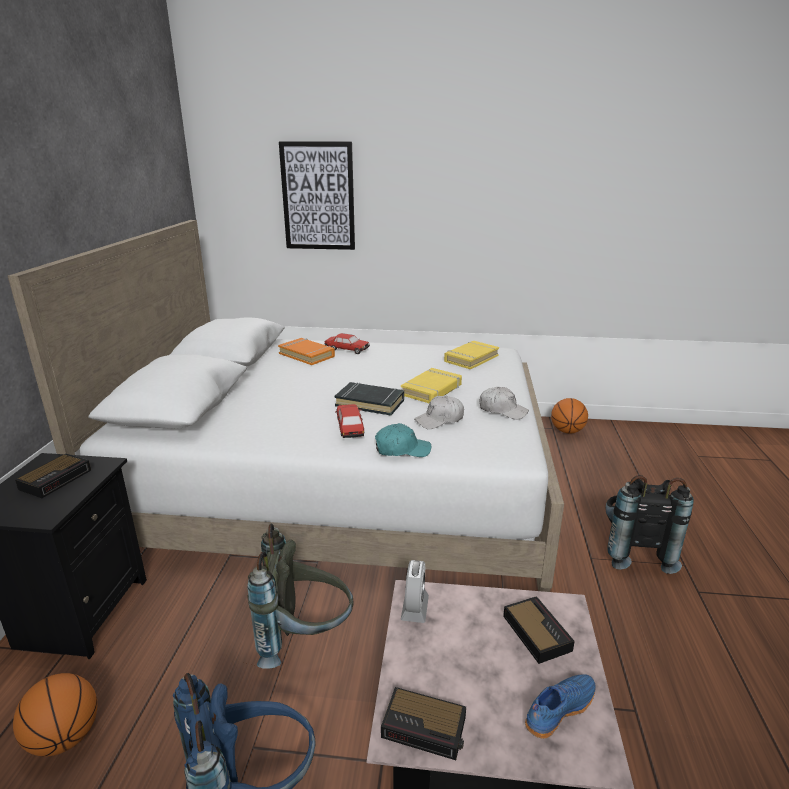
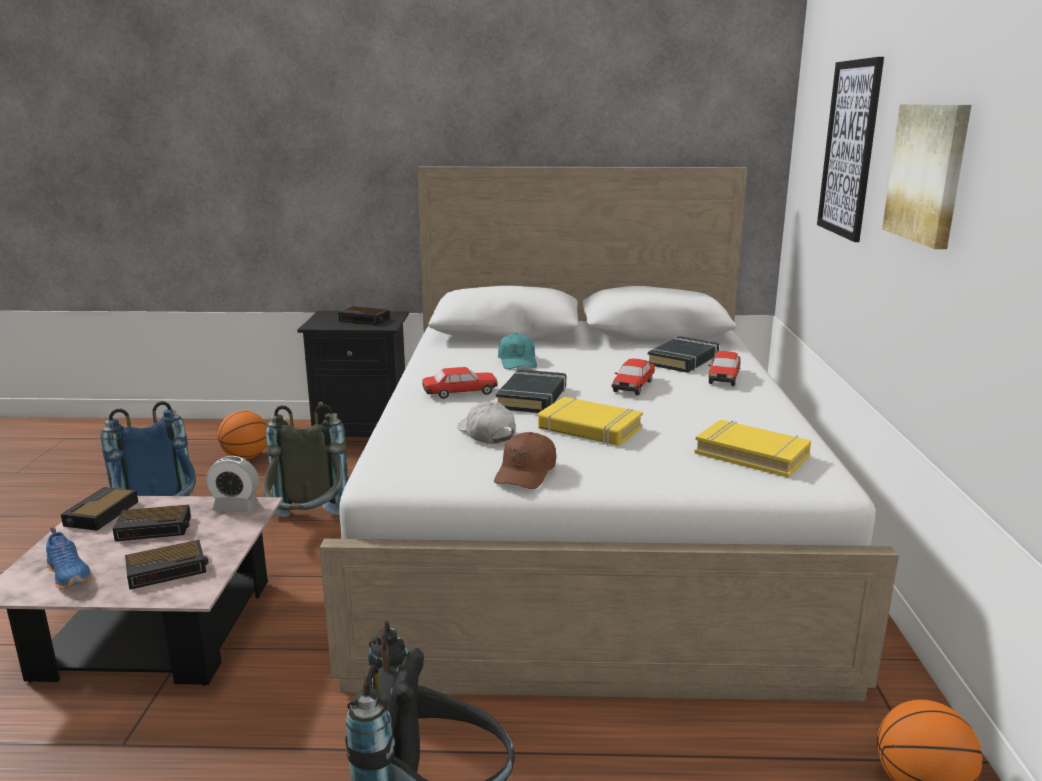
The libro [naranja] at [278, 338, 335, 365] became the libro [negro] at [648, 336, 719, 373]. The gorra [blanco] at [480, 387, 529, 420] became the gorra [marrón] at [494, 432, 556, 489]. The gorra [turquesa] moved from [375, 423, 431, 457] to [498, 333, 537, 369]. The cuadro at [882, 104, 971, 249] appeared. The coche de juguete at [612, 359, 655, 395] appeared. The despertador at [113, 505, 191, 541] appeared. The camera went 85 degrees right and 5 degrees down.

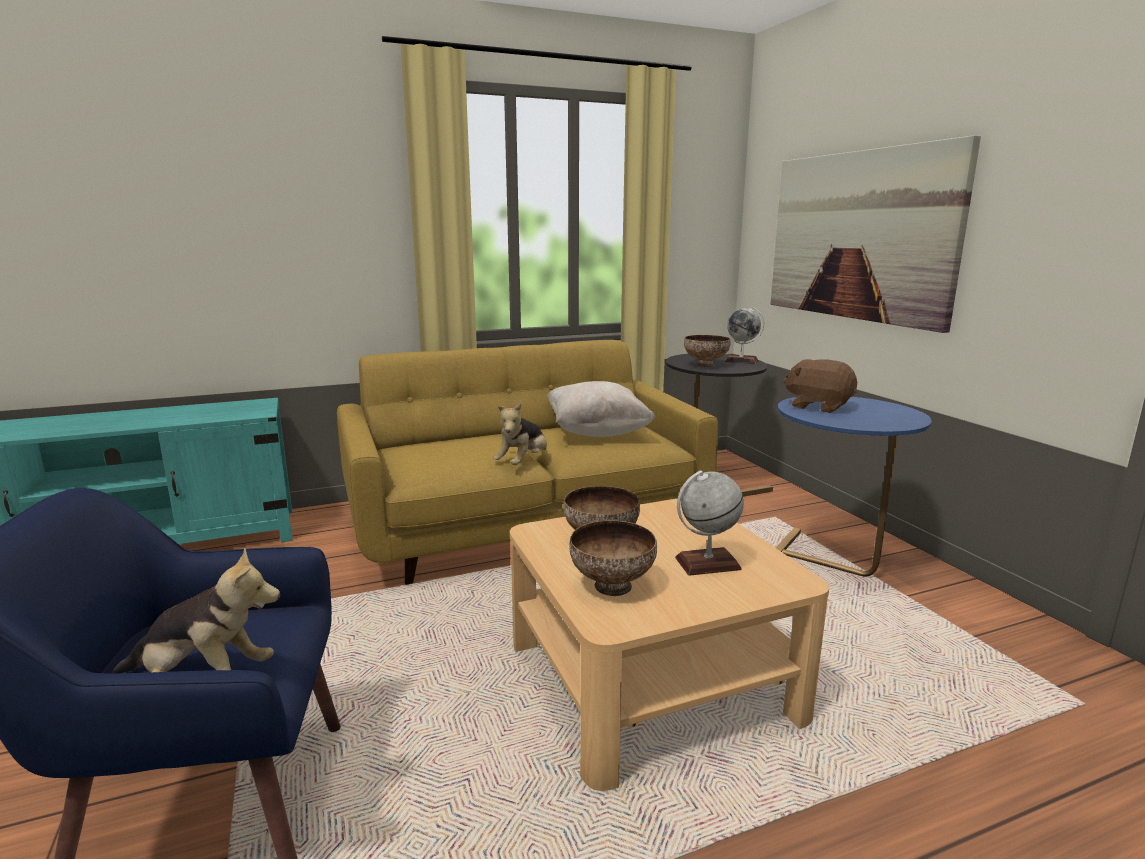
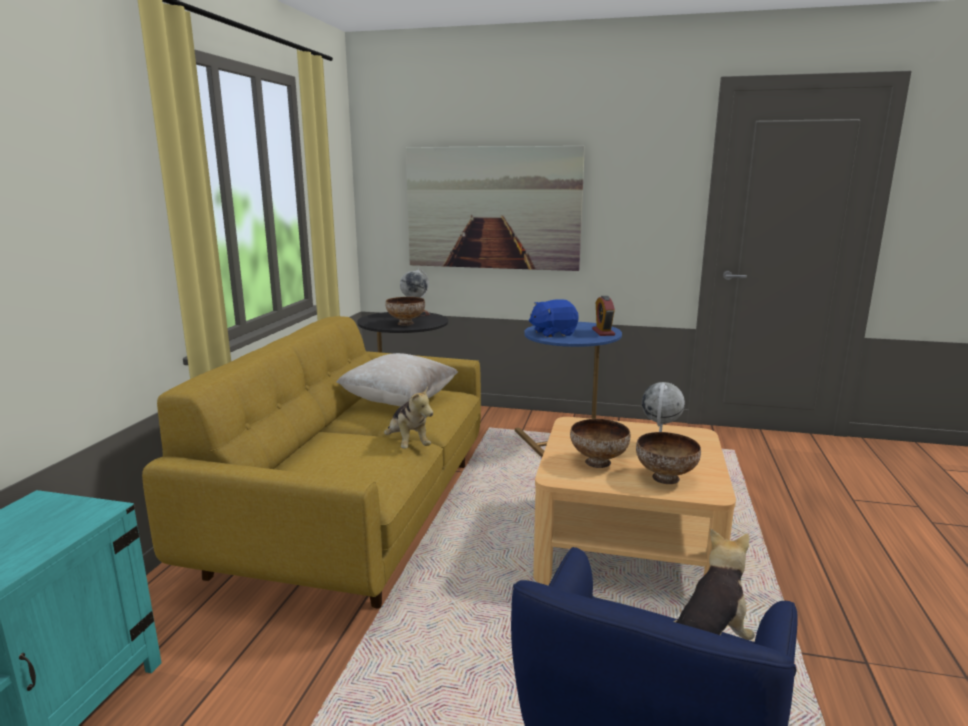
The peluche [marrón] at [783, 359, 857, 413] became the peluche [azul] at [529, 299, 579, 337]. The despertador at [592, 296, 615, 336] appeared. The camera went 55 degrees left and 0 degrees up.

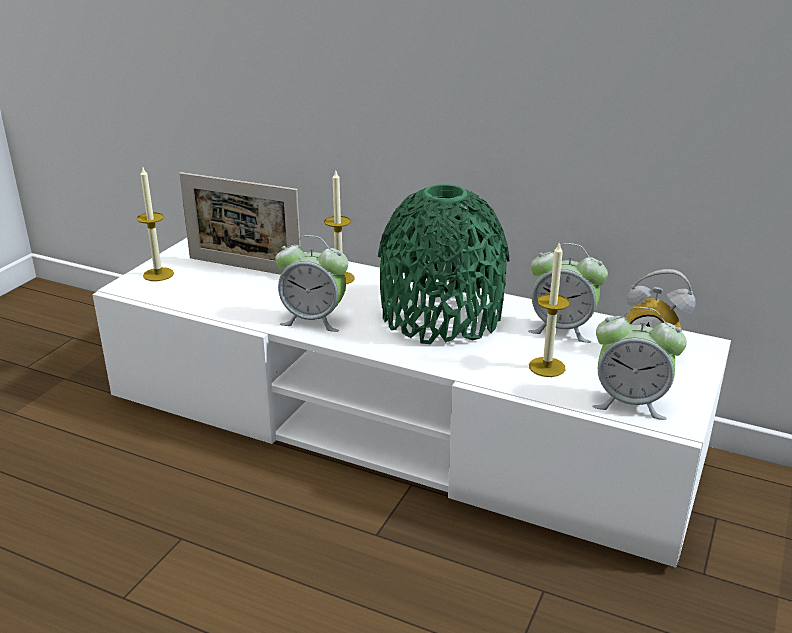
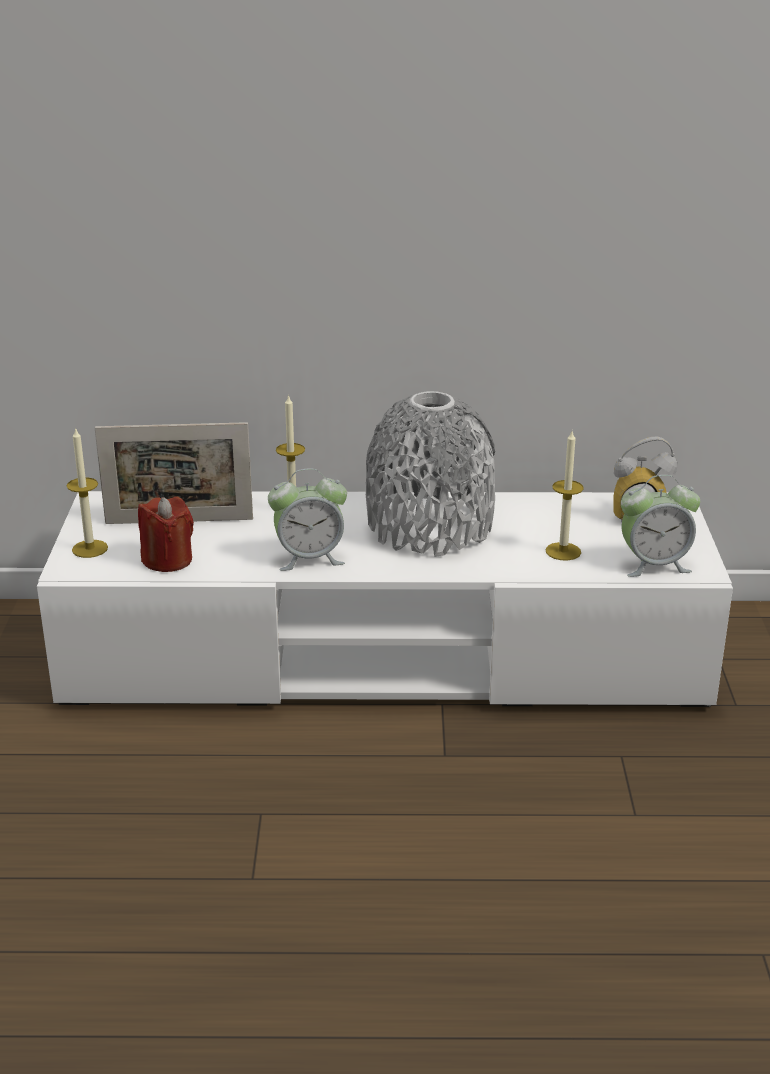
The florero [verde] at [378, 184, 510, 344] became the florero [gris] at [366, 391, 495, 557]. The despertador at [528, 243, 608, 343] disappeared. The vela [rojo] at [138, 496, 194, 572] appeared. The camera went 25 degrees left and 0 degrees up.

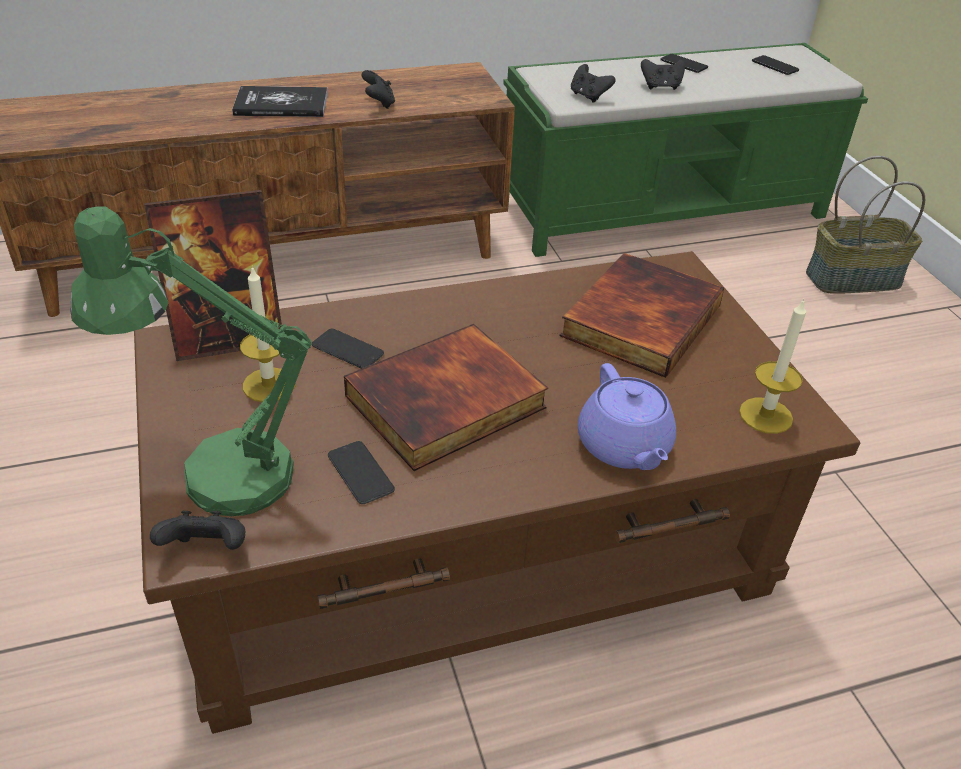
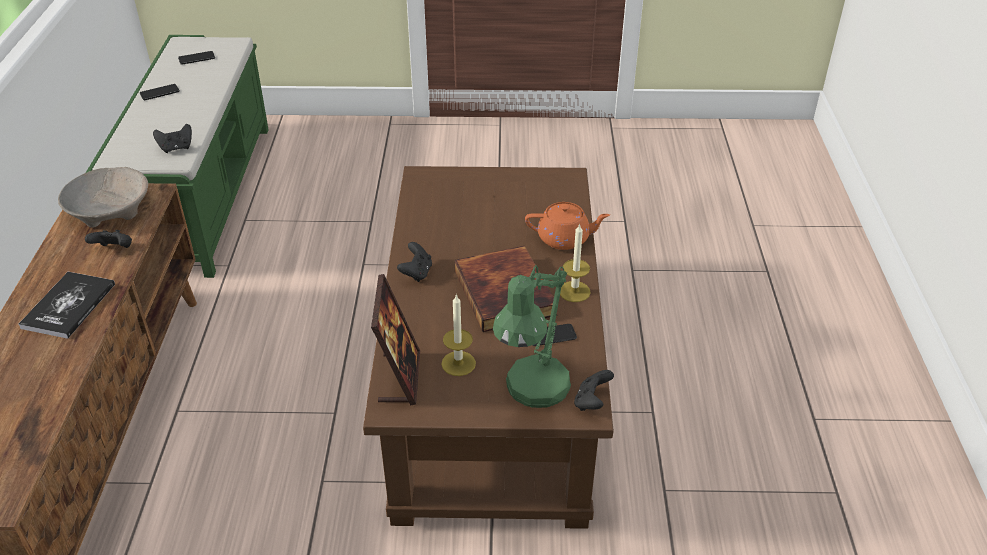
The mando de consola [negro] moved from [641, 59, 685, 90] to [397, 242, 432, 282]. The cesta at [806, 156, 925, 294] disappeared. The libro at [559, 253, 724, 378] disappeared. The vela moved from [739, 299, 806, 434] to [560, 223, 591, 302]. The móvil at [312, 329, 384, 369] disappeared. The tetera [morado] at [578, 363, 676, 470] became the tetera [naranja] at [525, 202, 610, 250]. The cuenco [beis] at [58, 167, 148, 228] appeared. The camera went 70 degrees left and 0 degrees up.

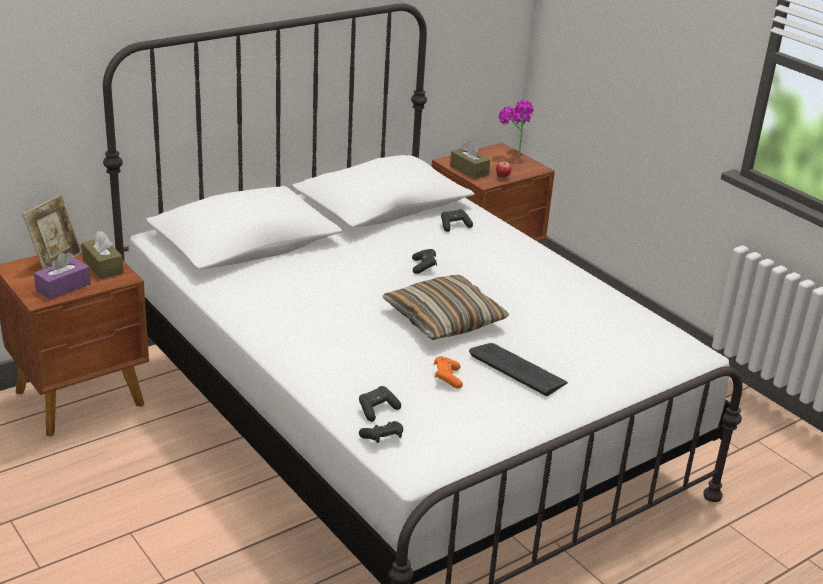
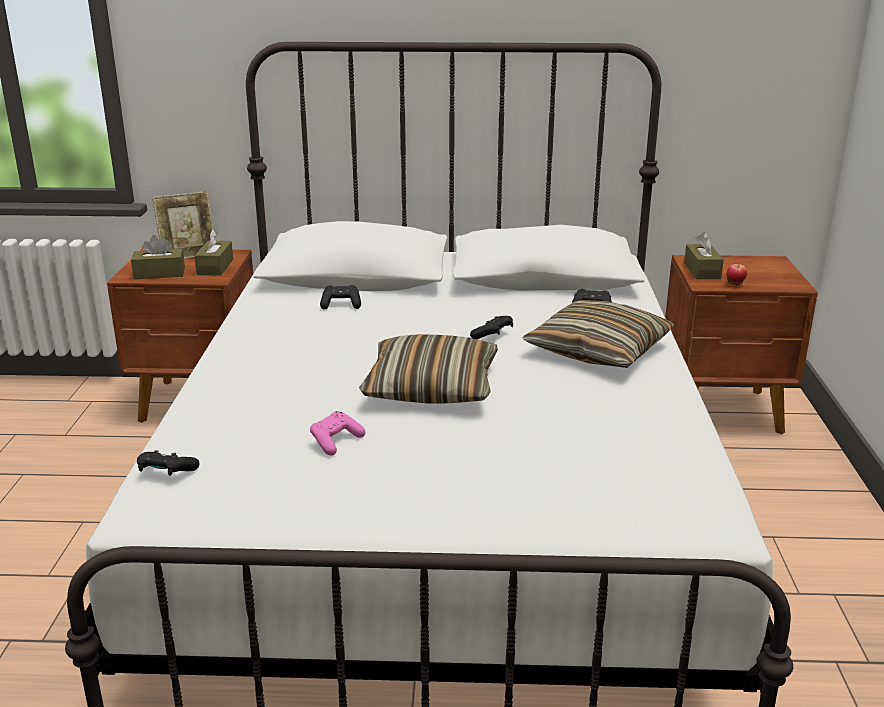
The planta en maceta at [499, 100, 534, 158] disappeared. The caja de pañuelos [morado] at [34, 252, 91, 300] became the caja de pañuelos [marrón] at [131, 235, 185, 279]. The teclado at [469, 343, 568, 396] disappeared. The mando de consola [naranja] at [434, 356, 463, 389] became the mando de consola [rosa] at [310, 411, 365, 456]. The mando de consola [negro] moved from [359, 386, 401, 422] to [320, 285, 361, 310]. The cojín at [523, 300, 674, 368] appeared. The camera went 40 degrees right and 5 degrees down.

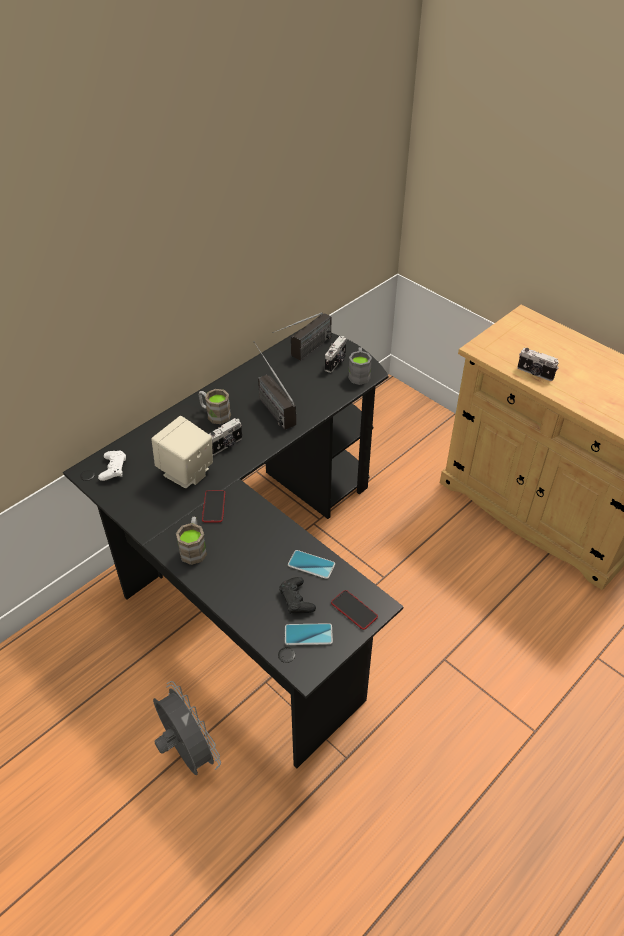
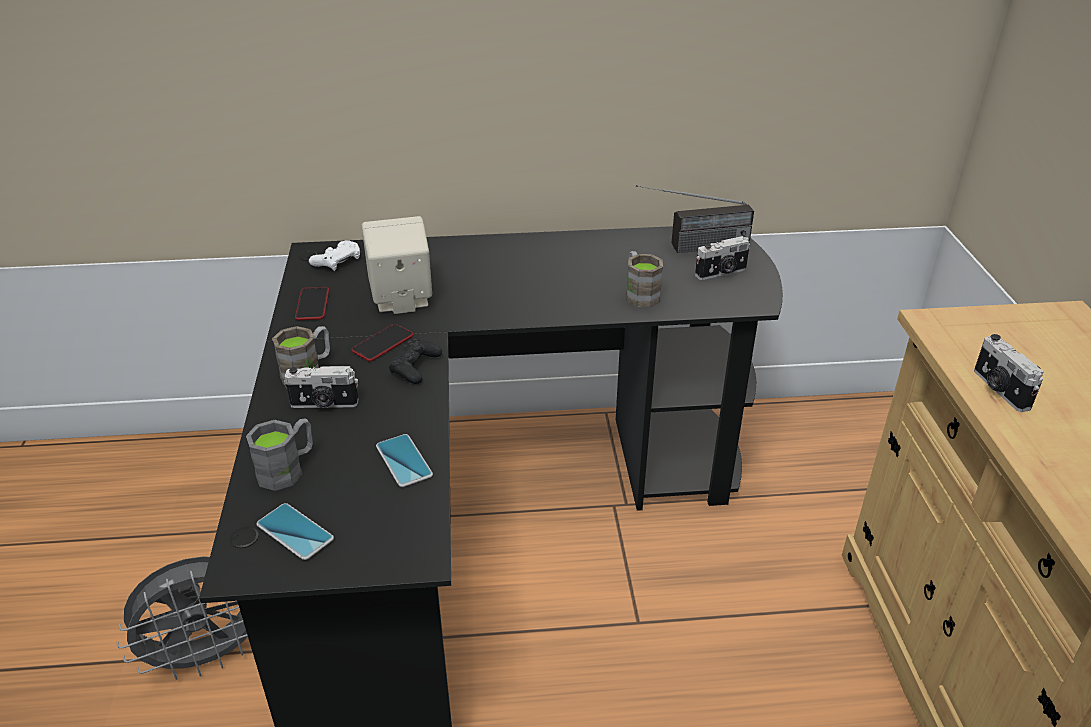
The radio at [254, 341, 296, 430] disappeared. The taza grande [gris] moved from [348, 347, 372, 385] to [246, 418, 313, 491]. The taza grande [marrón] moved from [199, 389, 231, 424] to [626, 251, 663, 307]. The cámara moved from [209, 418, 242, 455] to [284, 366, 359, 408]. The mando de consola [negro] moved from [279, 577, 316, 614] to [388, 338, 442, 384]. The móvil moved from [331, 590, 378, 630] to [295, 287, 329, 320]. The ventilador [gris] at [153, 681, 221, 775] turned 60 degrees clockwise. The camera went 40 degrees right and 10 degrees down.

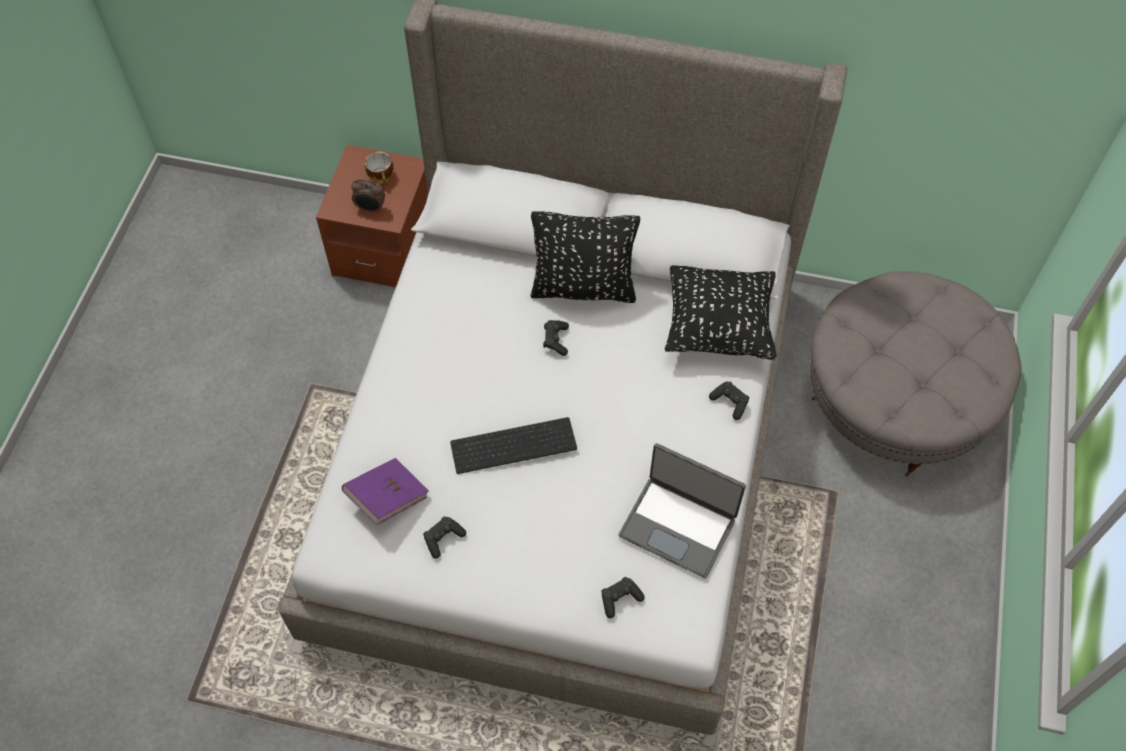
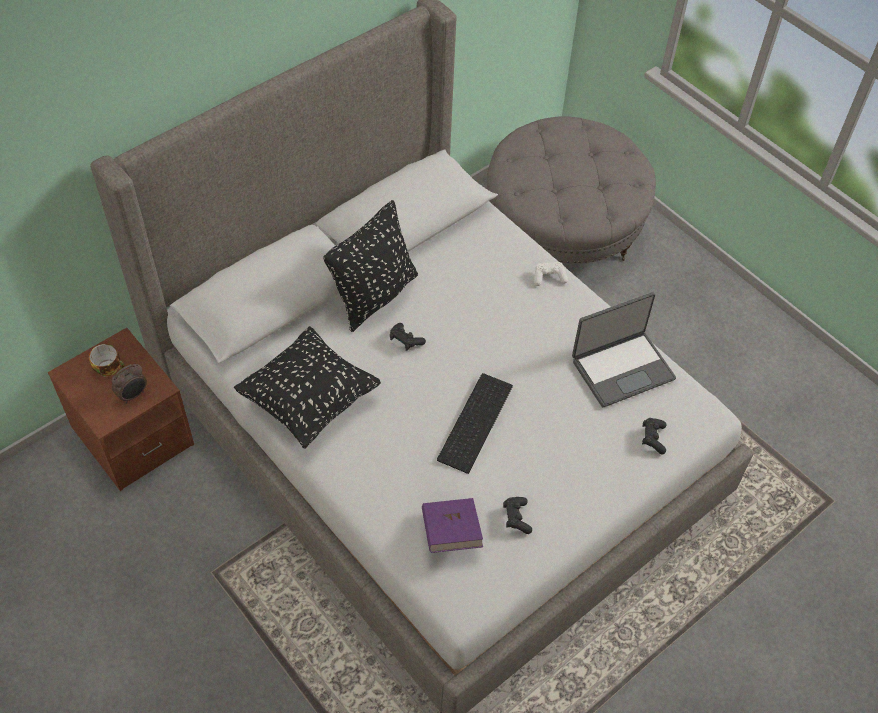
The cojín [negro] moved from [665, 265, 777, 360] to [234, 326, 381, 449]. The mando de consola [negro] at [709, 382, 749, 420] became the mando de consola [blanco] at [534, 262, 568, 286]. The camera went 55 degrees left and 5 degrees down.

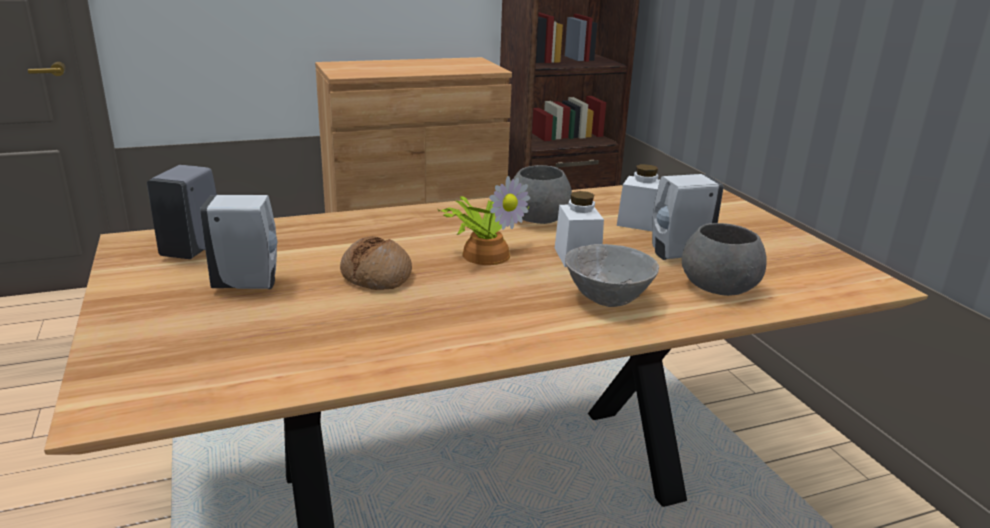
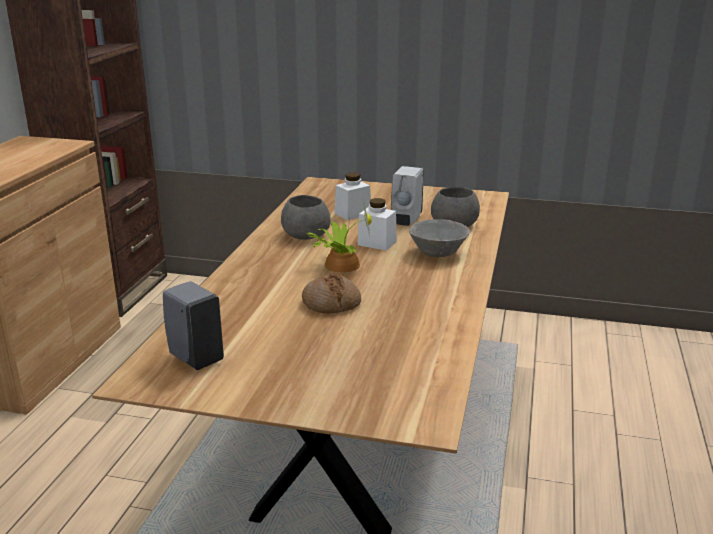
The dispensador de jabón [blanco] at [200, 195, 277, 289] disappeared. The camera went 55 degrees left and 0 degrees up.

